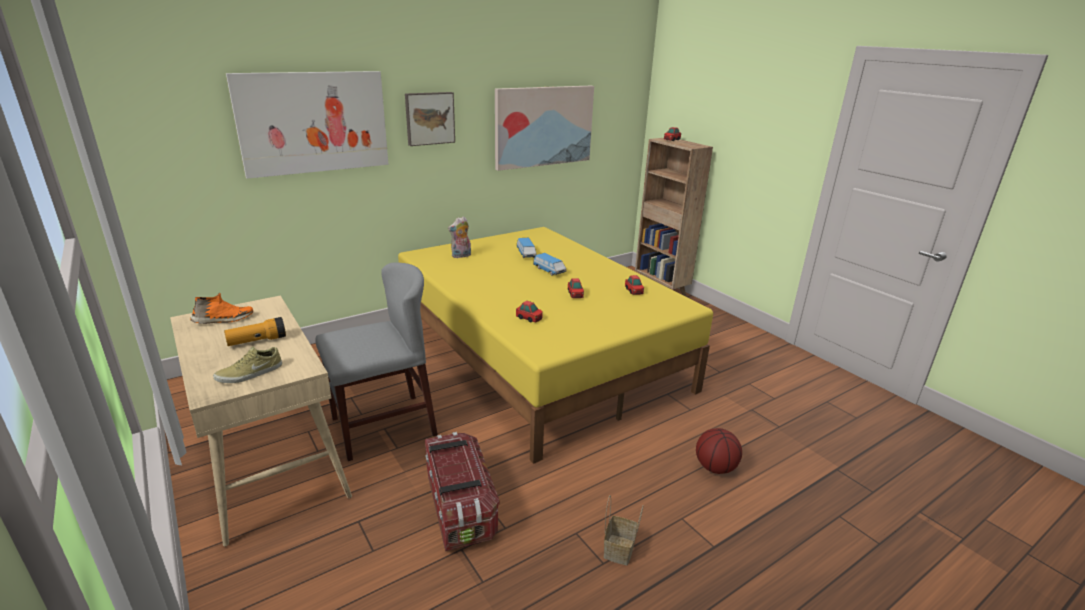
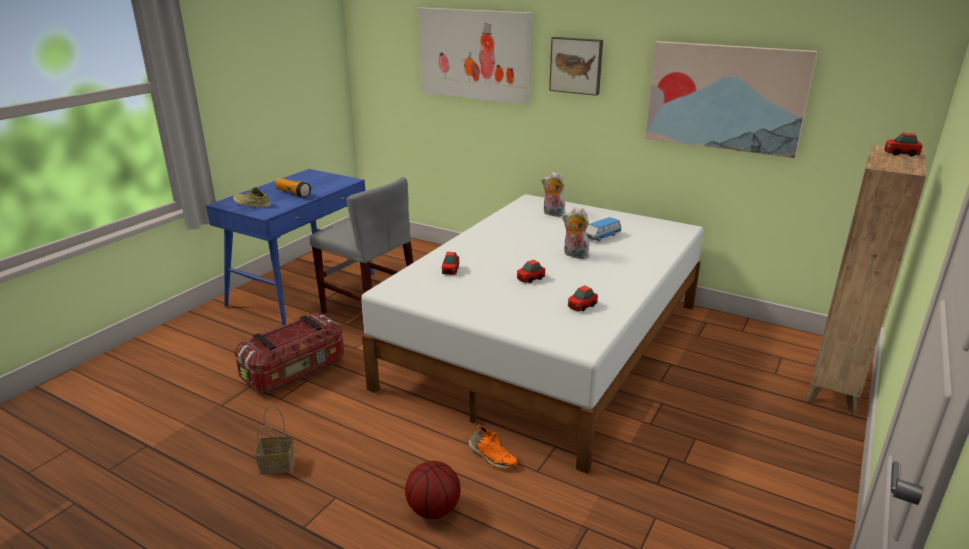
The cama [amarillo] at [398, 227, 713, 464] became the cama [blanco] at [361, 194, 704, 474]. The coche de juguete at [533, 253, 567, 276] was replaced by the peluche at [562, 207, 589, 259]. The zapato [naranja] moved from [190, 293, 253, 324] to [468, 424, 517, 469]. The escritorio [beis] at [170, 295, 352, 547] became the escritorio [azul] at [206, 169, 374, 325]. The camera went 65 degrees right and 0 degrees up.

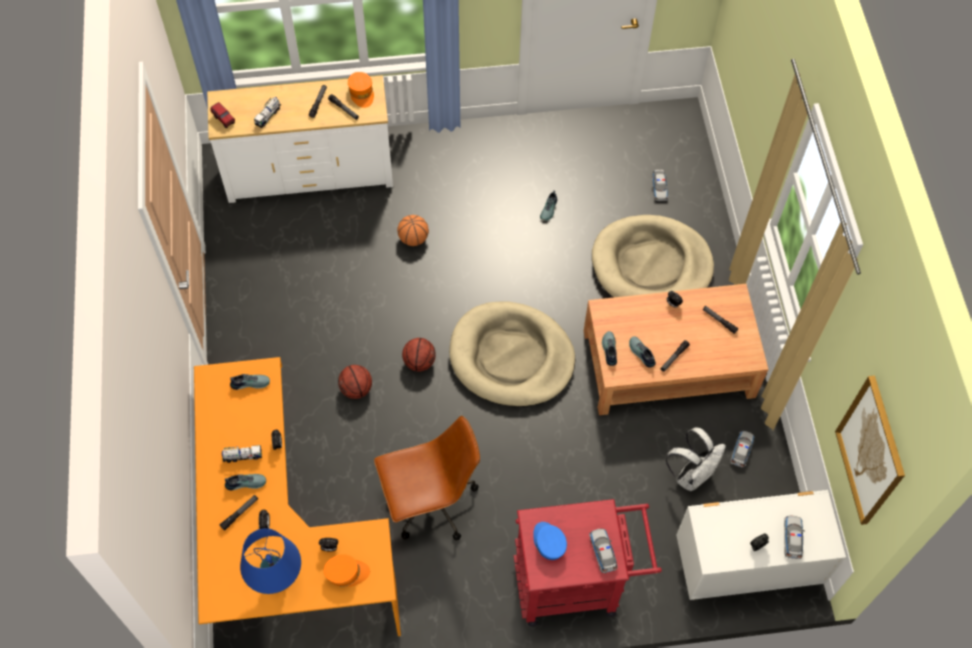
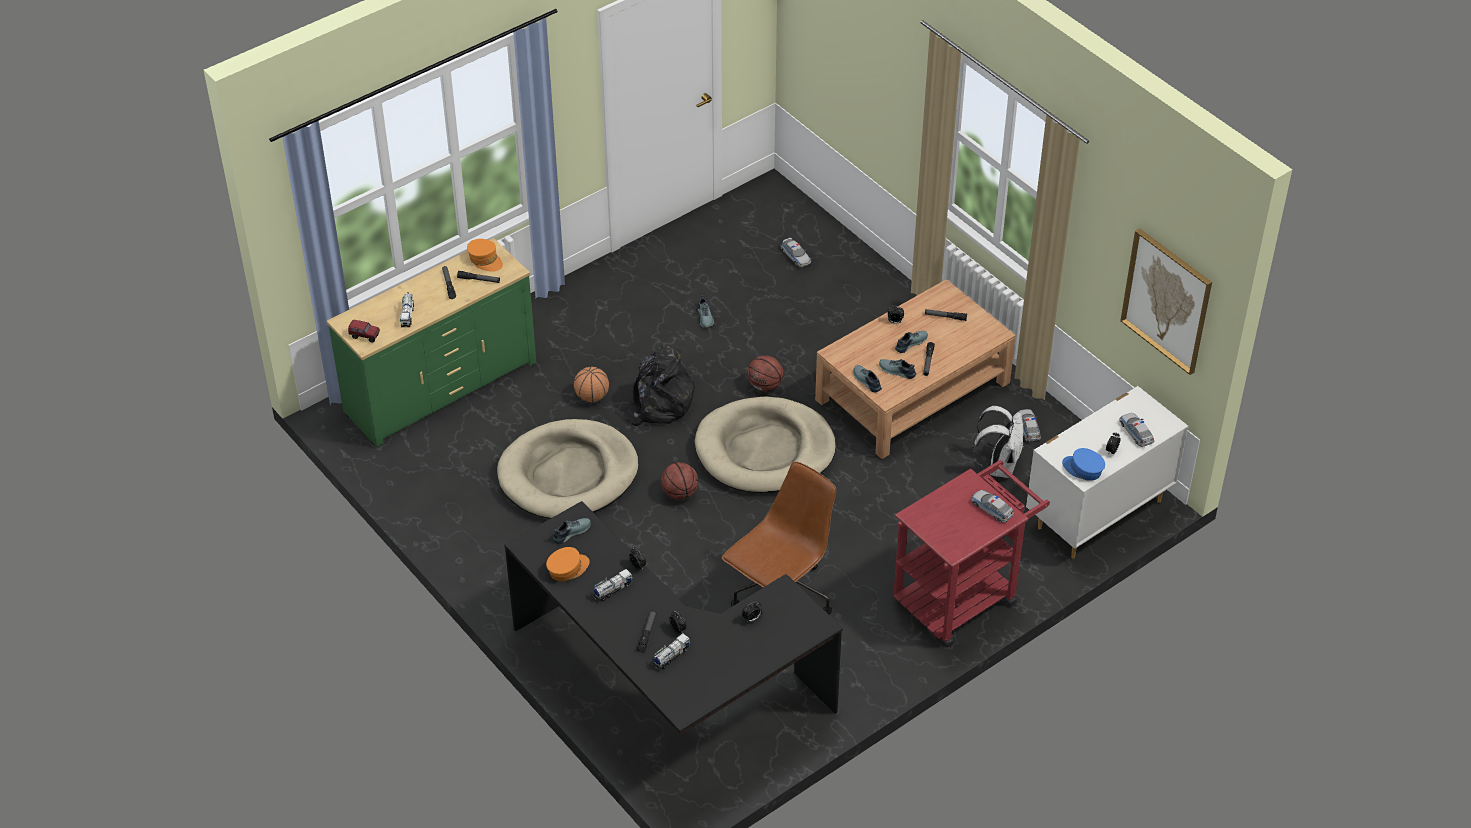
The cómoda [blanco] at [207, 75, 393, 203] became the cómoda [verde] at [327, 238, 536, 447]. The cama para perro [beis] moved from [592, 215, 714, 297] to [497, 419, 639, 519]. The escritorio [naranja] at [194, 357, 401, 636] became the escritorio [negro] at [504, 501, 843, 735]. The balón de baloncesto moved from [338, 365, 372, 399] to [747, 355, 783, 391]. The zapato moved from [225, 474, 266, 491] to [895, 331, 928, 353]. The gorra [azul] moved from [533, 522, 567, 560] to [1062, 448, 1105, 481]. The lámpara de mesa [azul] at [240, 528, 301, 594] disappeared. The gorra [naranja] moved from [323, 555, 370, 587] to [546, 547, 590, 581]. The mochila [negro] at [615, 345, 695, 426] appeared. The camión de juguete at [652, 633, 690, 670] appeared. The camera went 30 degrees left and 15 degrees down.

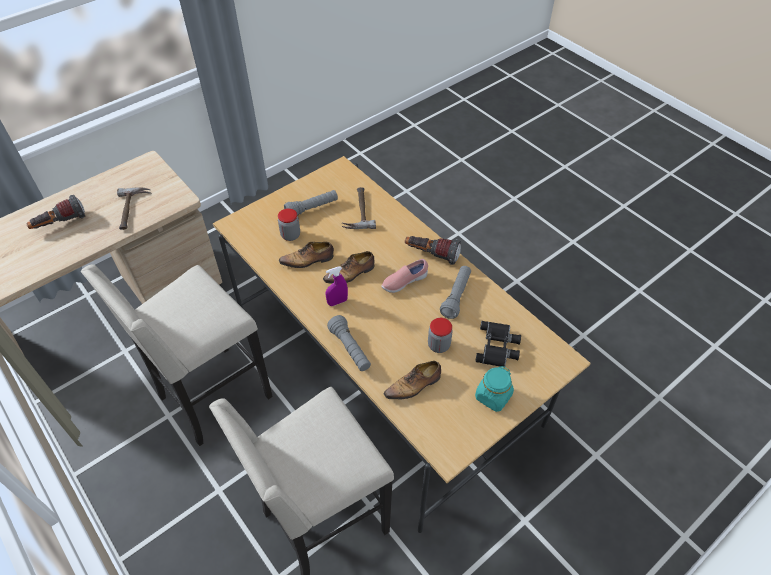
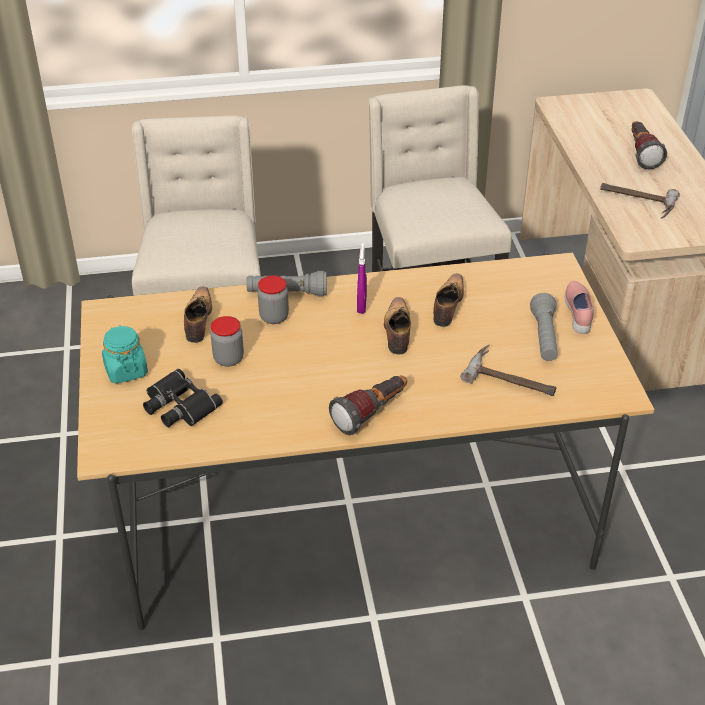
The tarro moved from [278, 208, 300, 241] to [258, 276, 289, 324]. The zapato [rosa] moved from [381, 259, 428, 293] to [565, 281, 594, 334]. The linterna [gris] at [440, 266, 471, 319] disappeared. The camera went 120 degrees right and 10 degrees down.

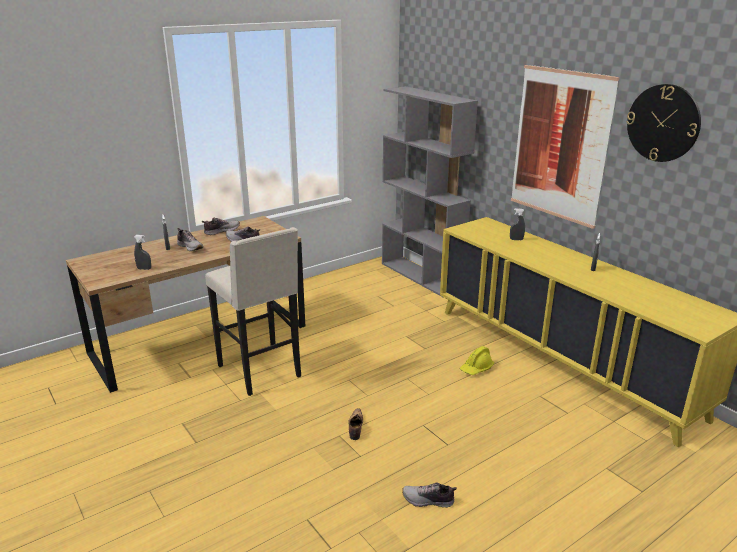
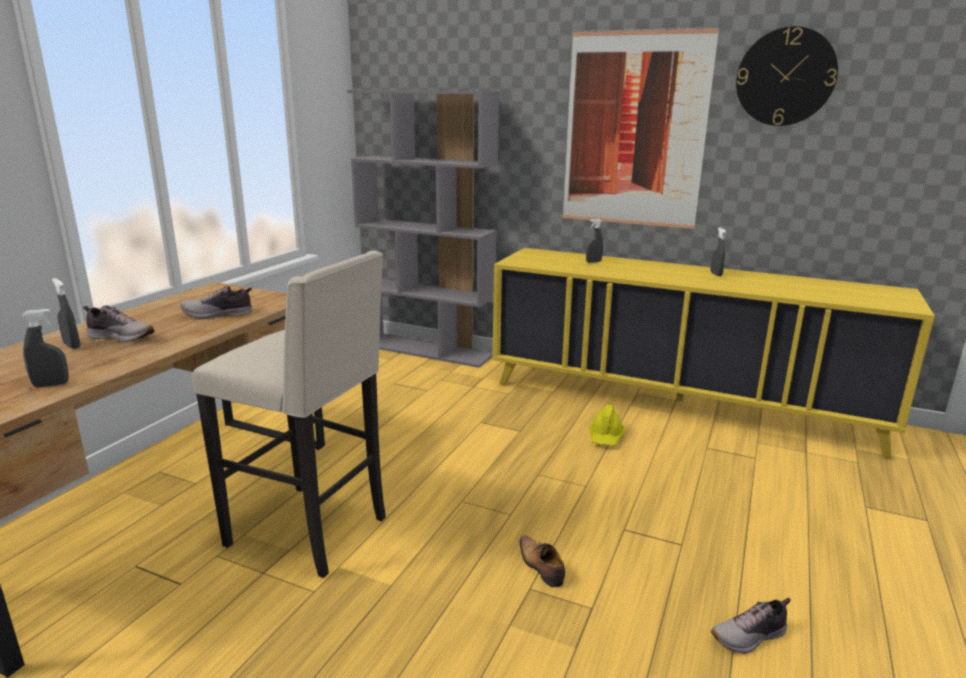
The zapato at [202, 218, 240, 235] disappeared. The camera went 30 degrees left and 5 degrees down.

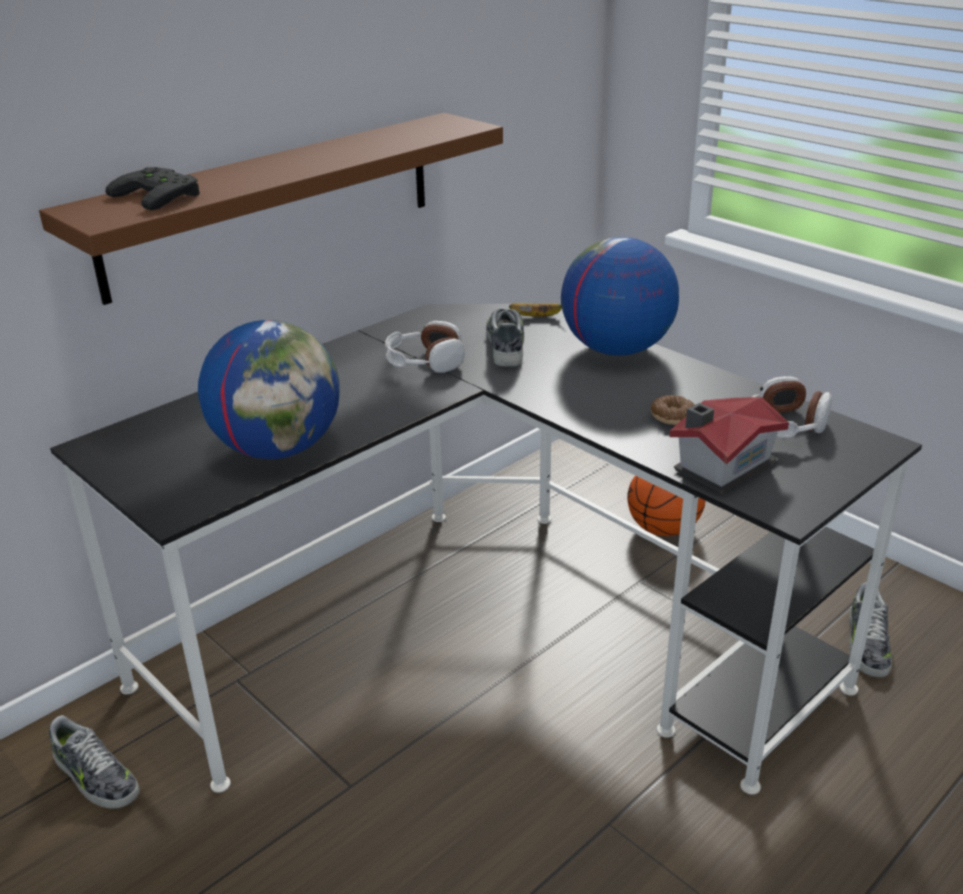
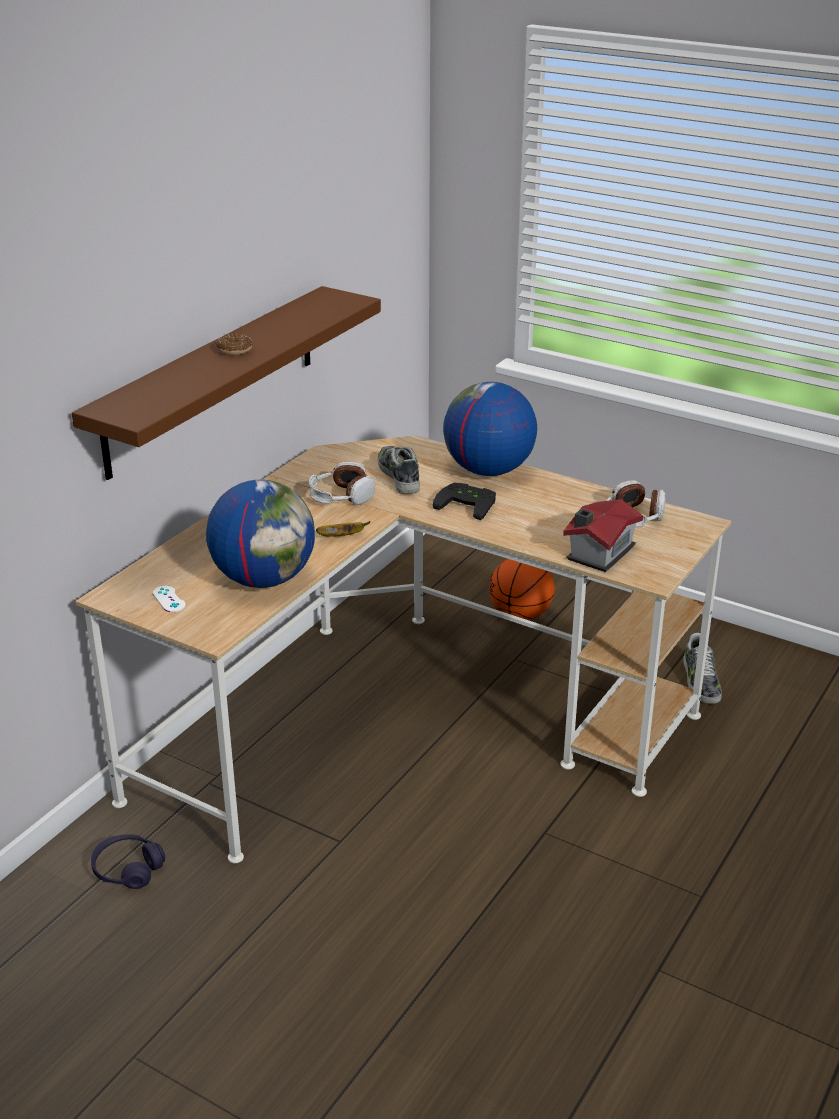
The mando de consola [negro] moved from [106, 167, 200, 210] to [433, 483, 496, 520]. The escritorio [negro] at [50, 303, 922, 795] became the escritorio [beis] at [75, 435, 731, 863]. The plátano moved from [509, 303, 562, 317] to [316, 521, 370, 537]. The rosquilla moved from [651, 395, 695, 425] to [216, 334, 253, 355]. The zapato at [49, 715, 140, 809] was replaced by the auriculares [morado] at [91, 834, 165, 889]. The mando de consola [blanco] at [153, 586, 186, 612] appeared. The camera went 15 degrees left and 0 degrees up.

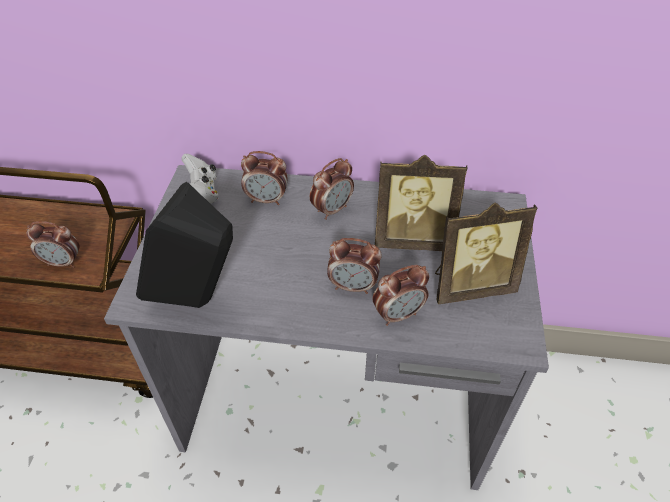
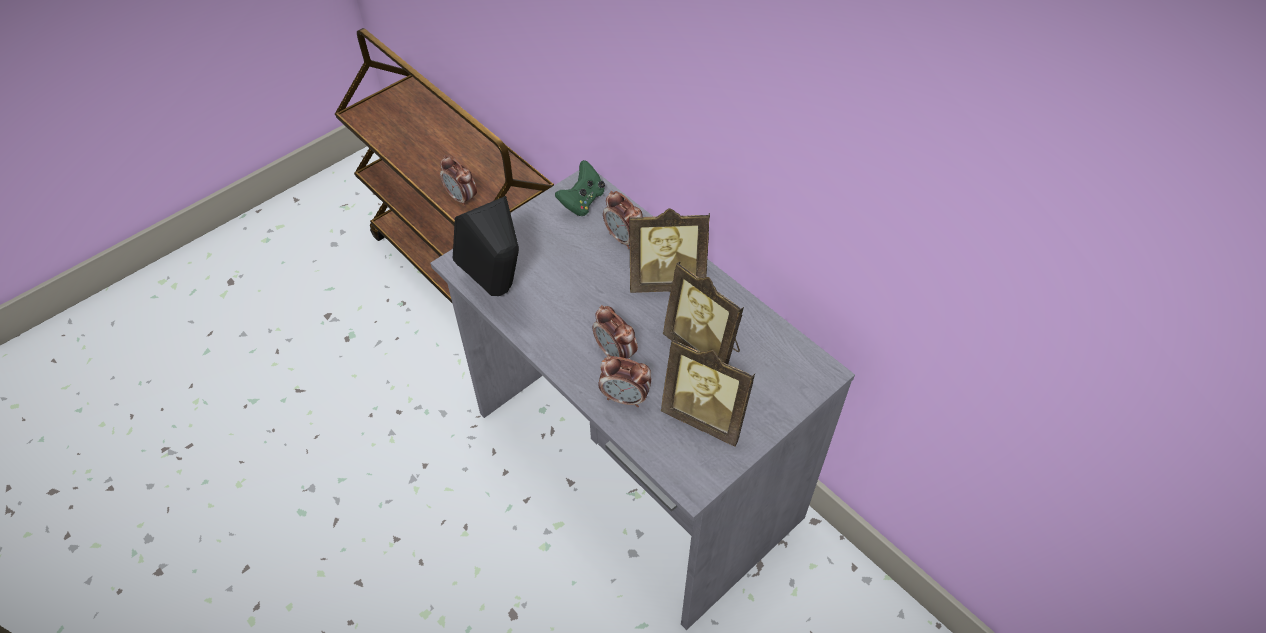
The mando de consola [blanco] at [181, 154, 219, 203] became the mando de consola [verde] at [555, 160, 605, 216]. The despertador at [310, 158, 354, 220] was replaced by the portarretratos at [629, 208, 710, 293]. The camera went 40 degrees right and 5 degrees up.

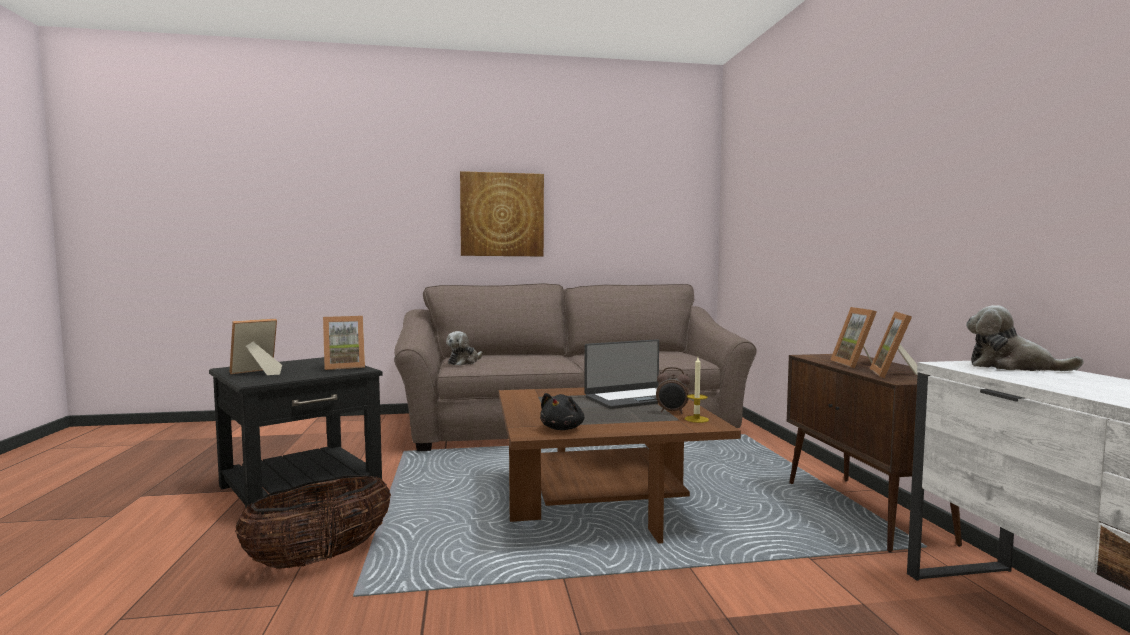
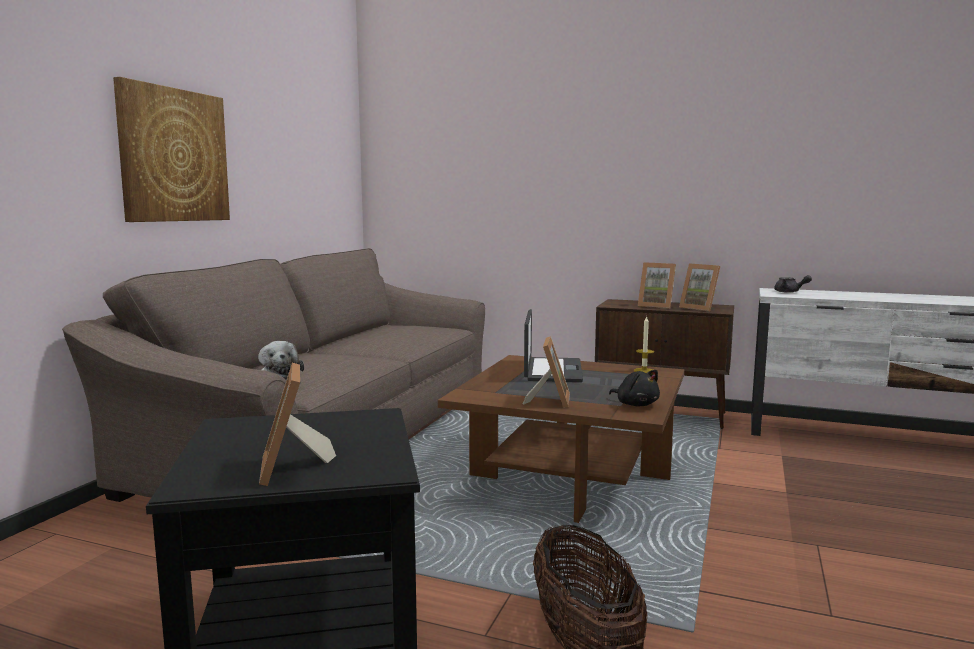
The peluche at [966, 305, 1084, 371] was replaced by the tetera [gris] at [774, 275, 812, 293]. The portarretratos moved from [323, 316, 365, 370] to [523, 336, 570, 408]. The despertador at [656, 367, 690, 414] disappeared. The camera went 60 degrees left and 5 degrees up.

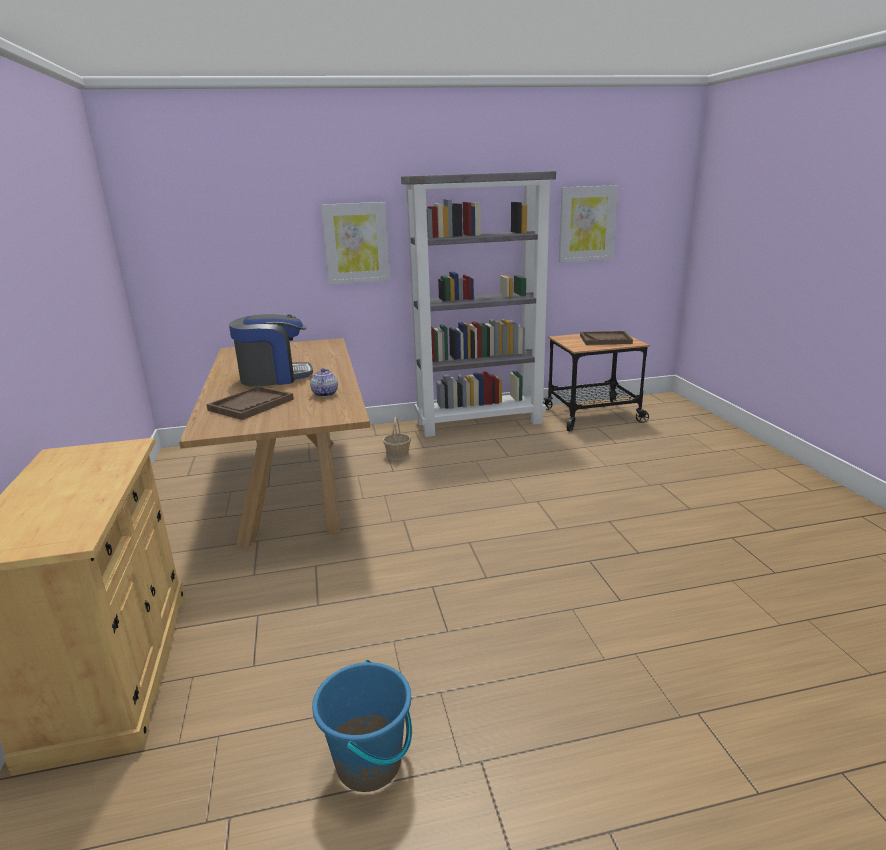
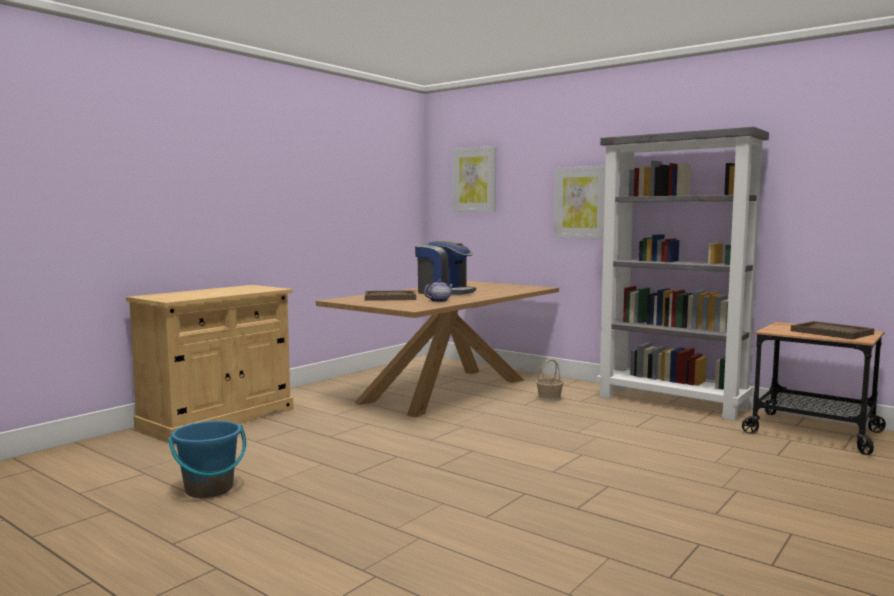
The cuadro moved from [559, 185, 618, 263] to [452, 146, 496, 212]. The camera went 50 degrees right and 15 degrees down.

